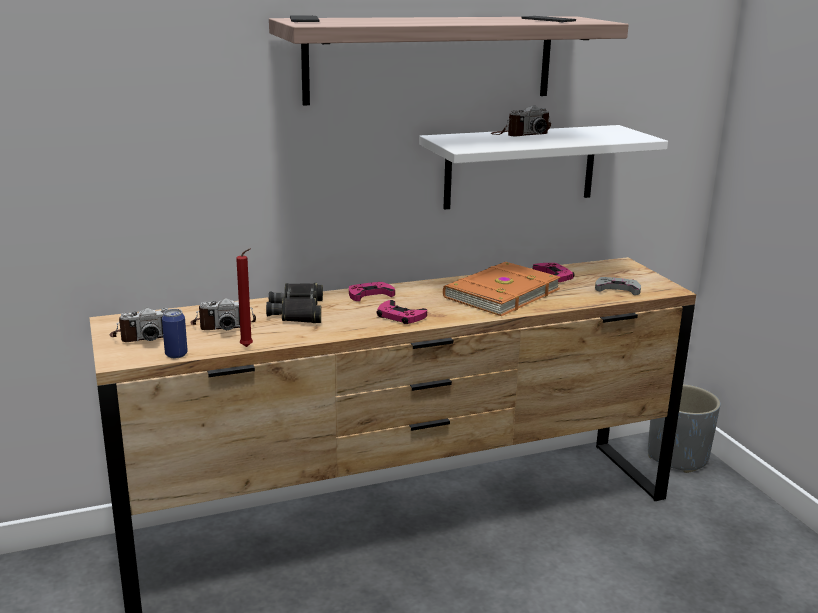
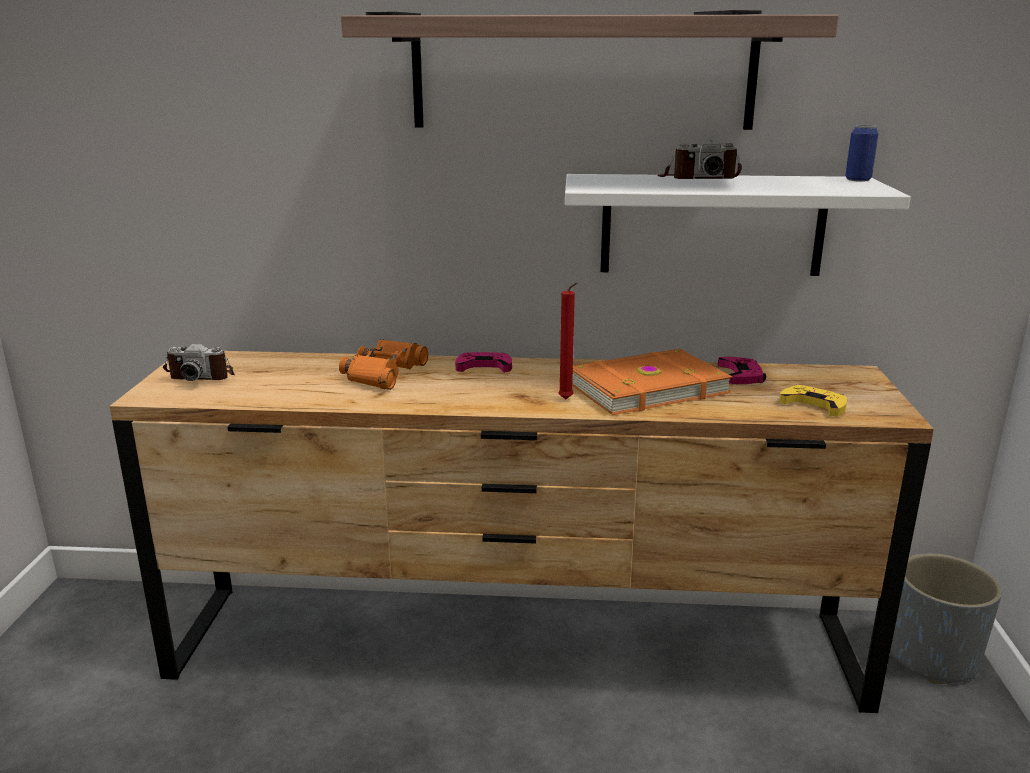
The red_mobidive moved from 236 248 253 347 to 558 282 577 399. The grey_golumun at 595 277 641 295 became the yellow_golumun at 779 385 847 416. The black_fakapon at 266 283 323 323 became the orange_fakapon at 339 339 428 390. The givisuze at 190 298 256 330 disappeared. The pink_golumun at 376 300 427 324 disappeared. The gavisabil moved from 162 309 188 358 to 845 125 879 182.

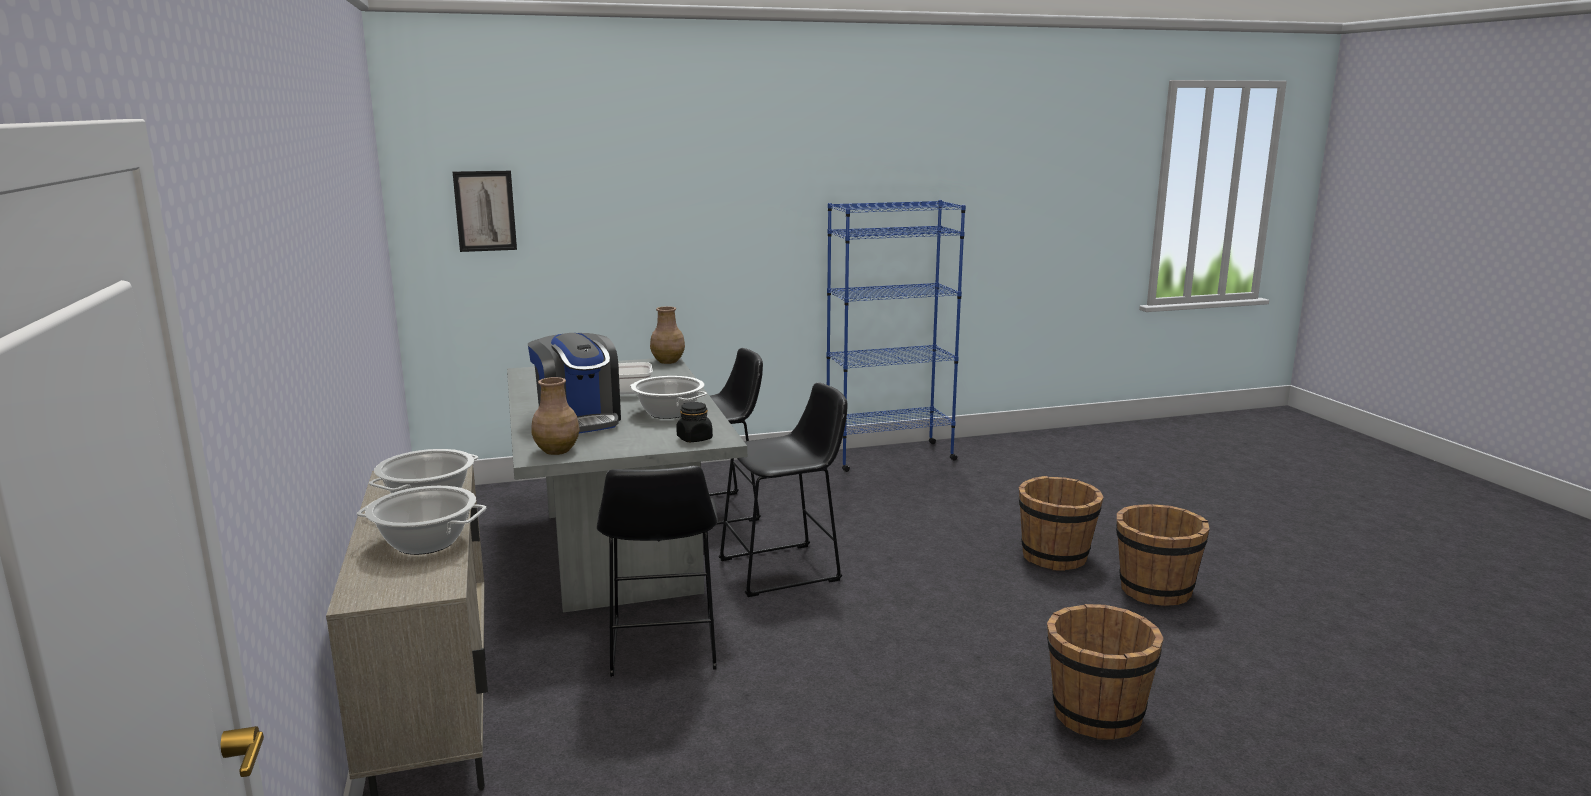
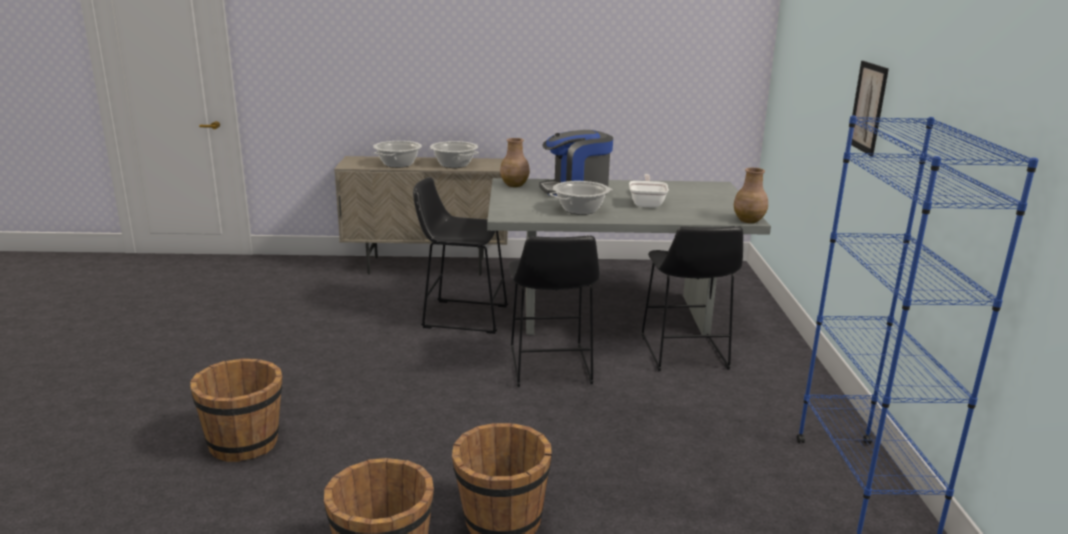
The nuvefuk moved from 453 171 517 252 to 851 61 889 156. The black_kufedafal at 676 402 713 442 disappeared.

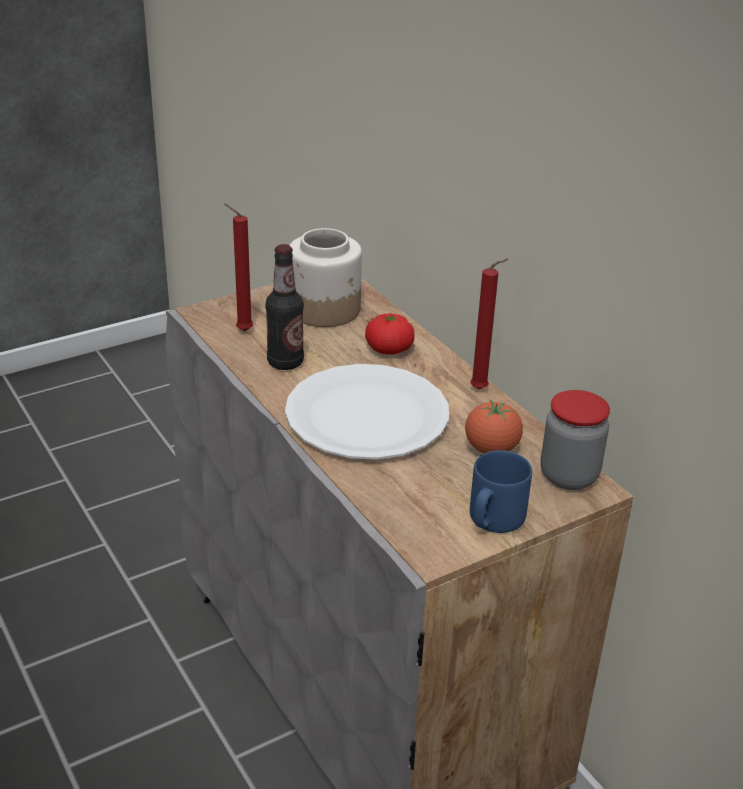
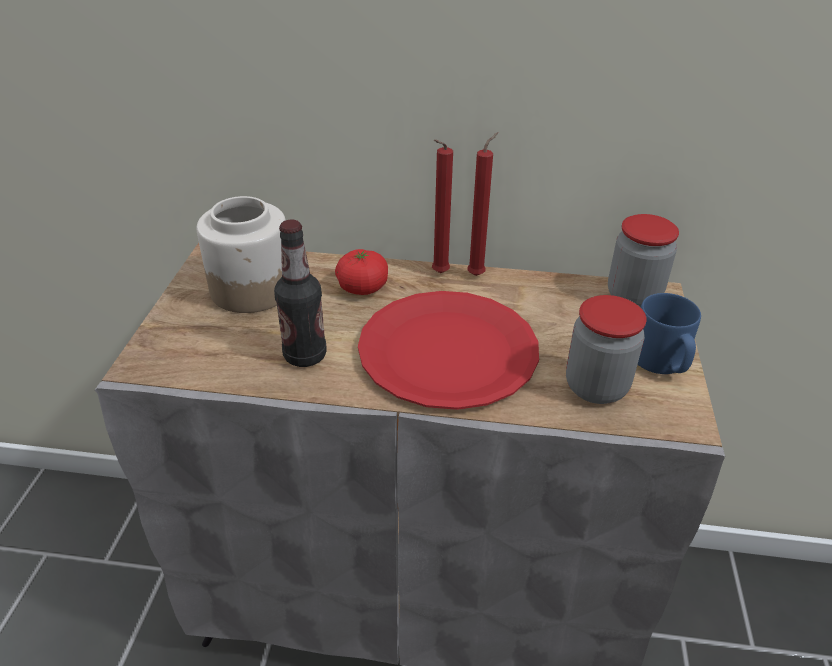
The red_mobidive moved from 224 204 253 331 to 432 139 453 273. The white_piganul at 285 364 449 459 became the red_piganul at 358 291 539 410. The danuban at 465 400 523 453 disappeared. The kufedafal at 566 295 647 404 appeared.

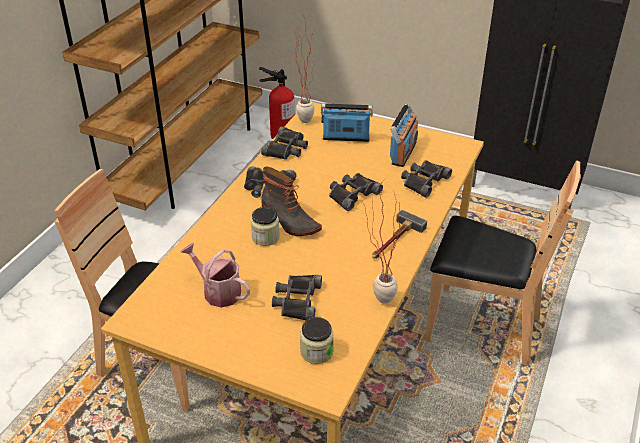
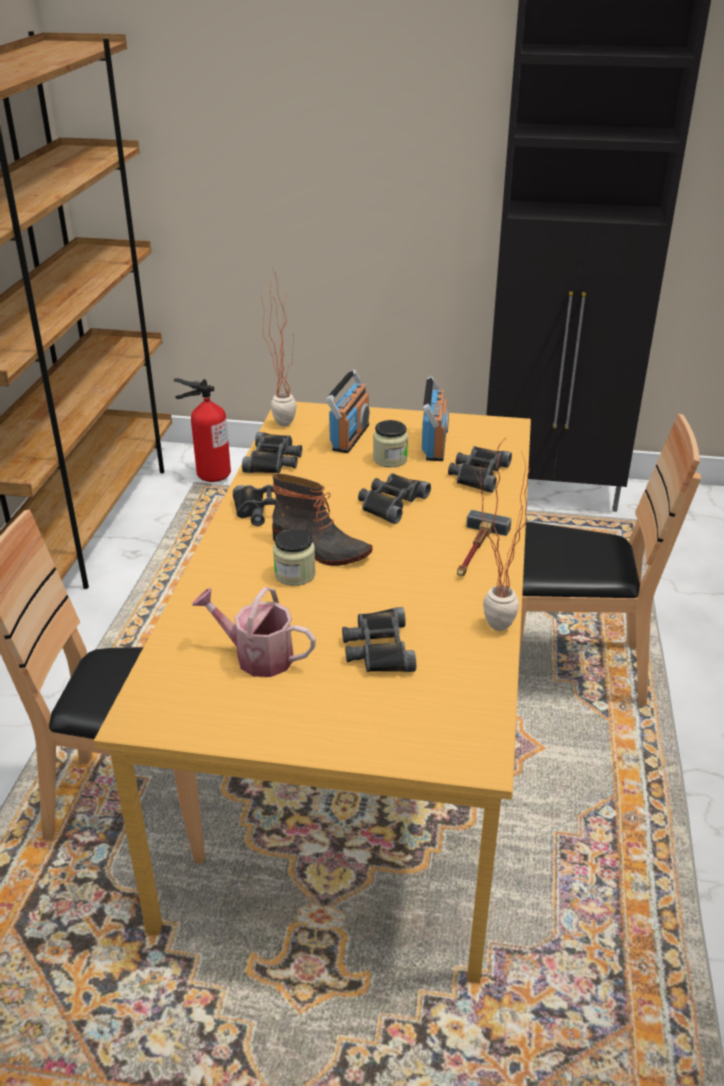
The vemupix at 321 103 373 142 turned 120 degrees clockwise. The kufedafal moved from 300 317 334 364 to 373 420 408 467.

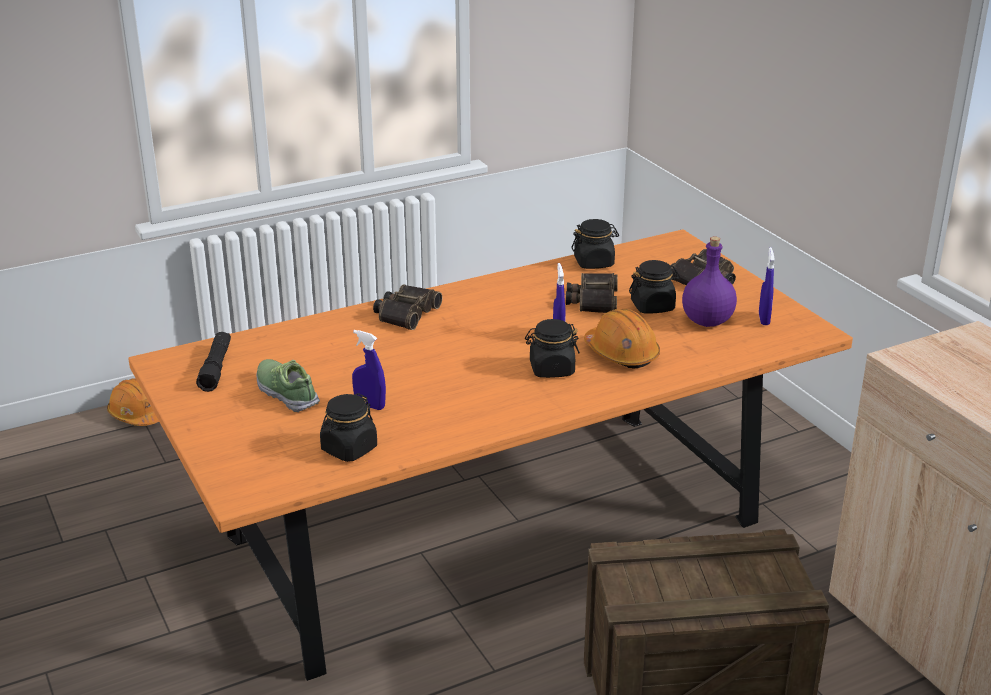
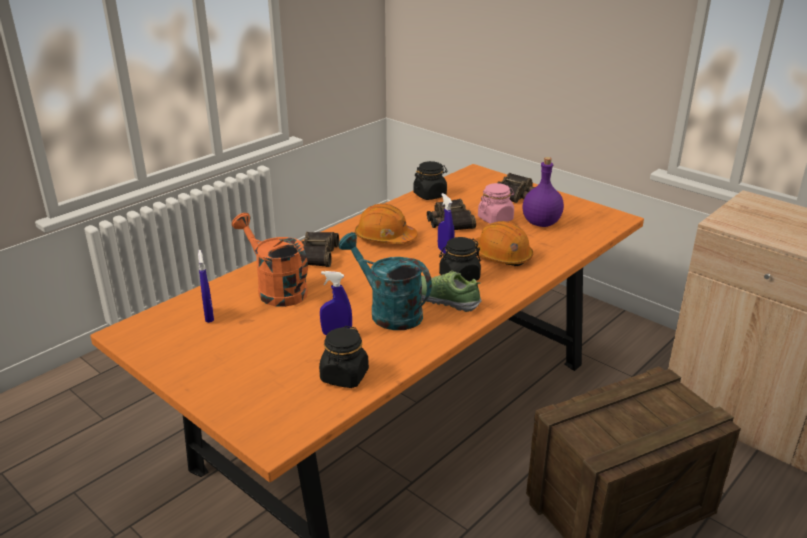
The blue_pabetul moved from 759 247 775 325 to 198 250 214 323. The black_kufedafal at 629 260 680 314 became the pink_kufedafal at 478 183 514 224. The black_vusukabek at 196 332 231 392 disappeared. The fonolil moved from 256 359 320 412 to 421 270 482 312. The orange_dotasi moved from 107 378 159 426 to 355 203 418 244. The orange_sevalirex at 232 213 308 307 appeared. The turquoise_sevalirex at 339 232 432 330 appeared.

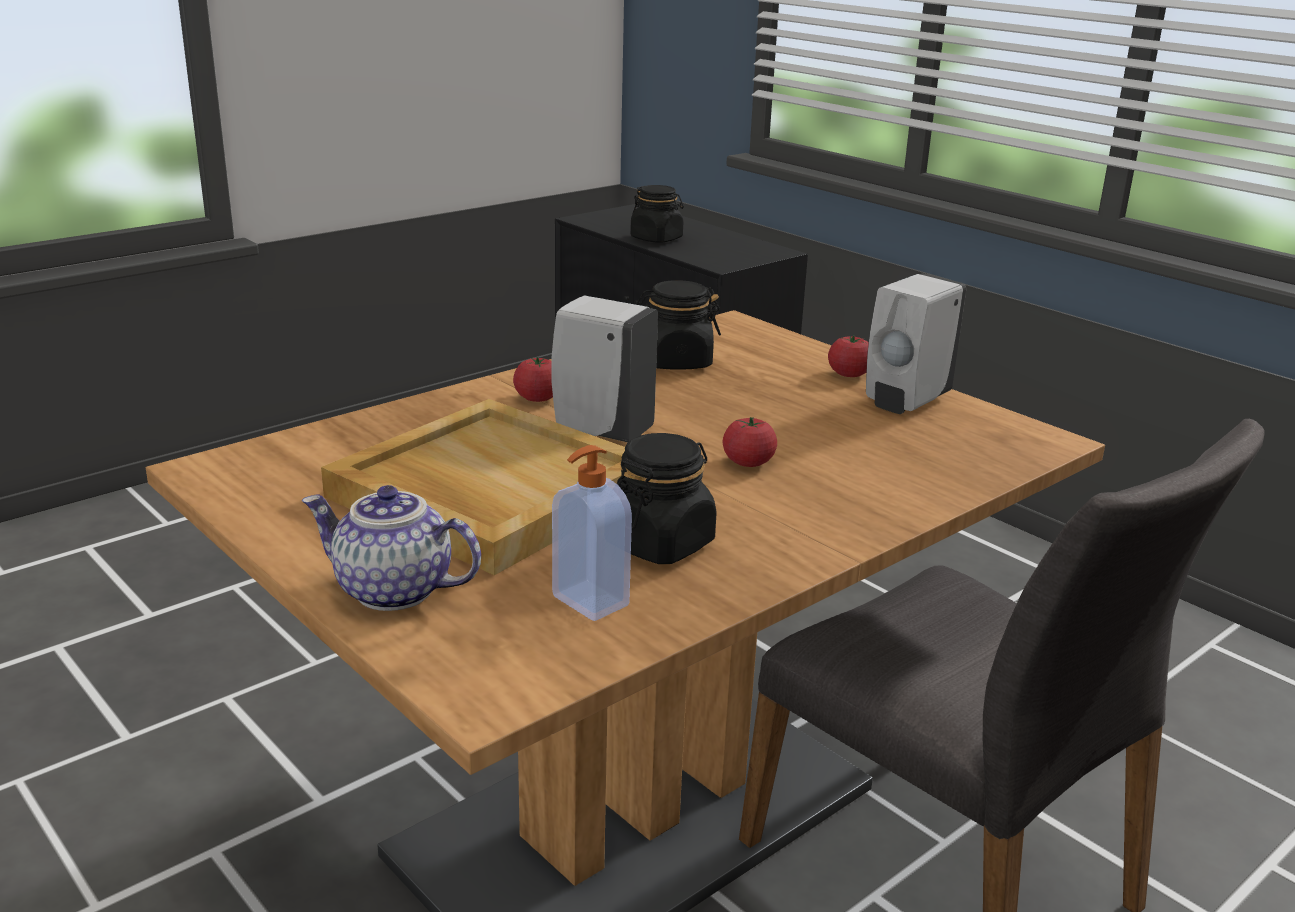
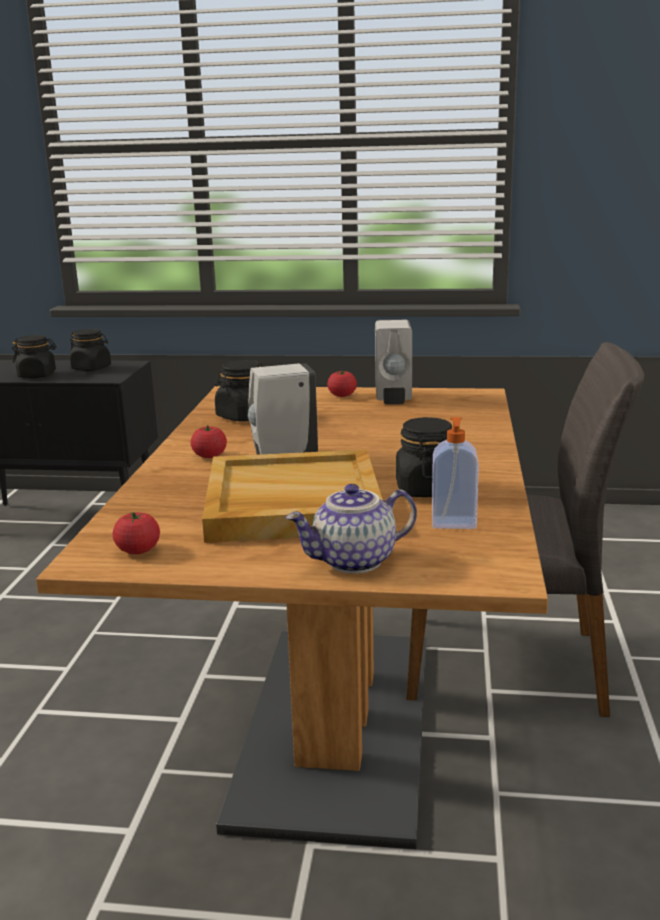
The danuban moved from 723 417 777 467 to 113 512 160 554. The black_kufedafal at 70 329 111 371 appeared.

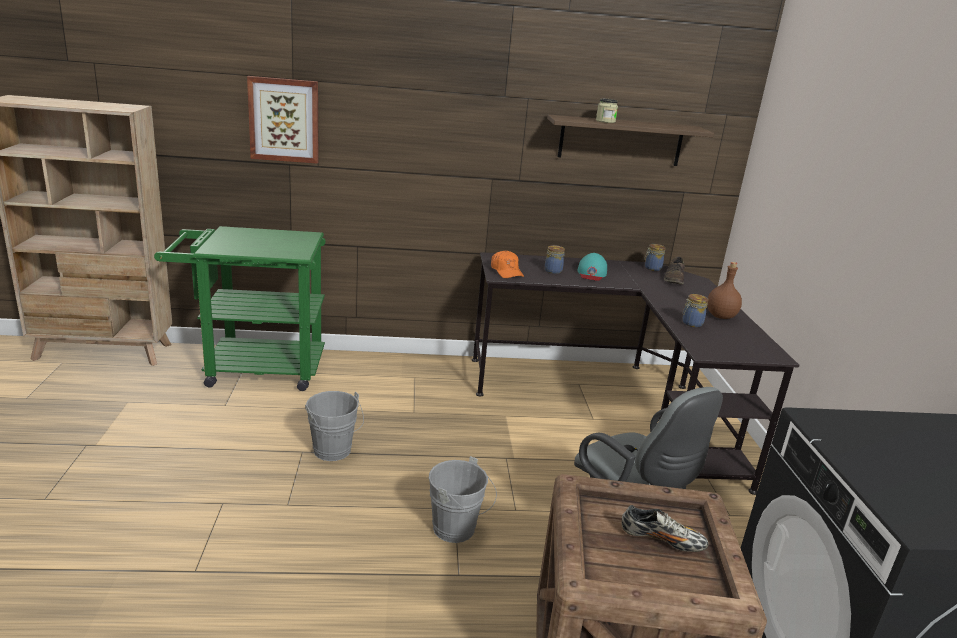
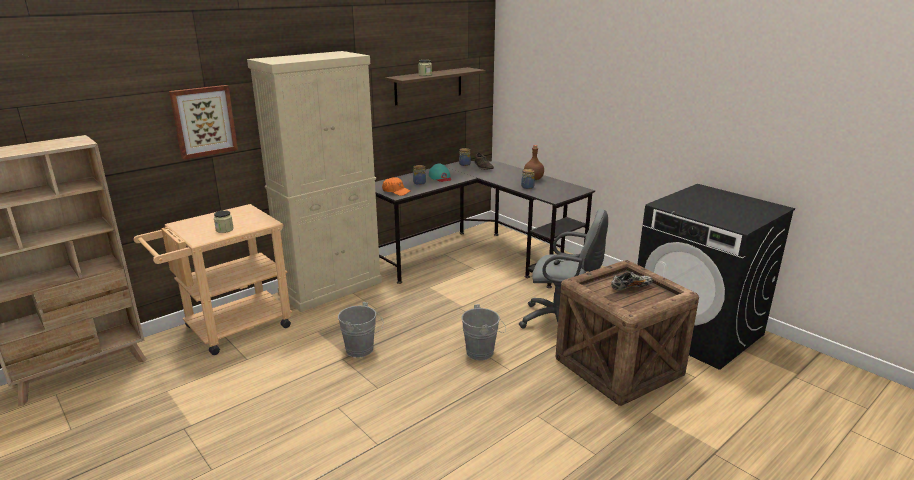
The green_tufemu at 154 226 326 391 became the beige_tufemu at 133 204 292 355. The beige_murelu at 247 51 382 312 appeared. The kufedafal at 214 210 234 233 appeared.

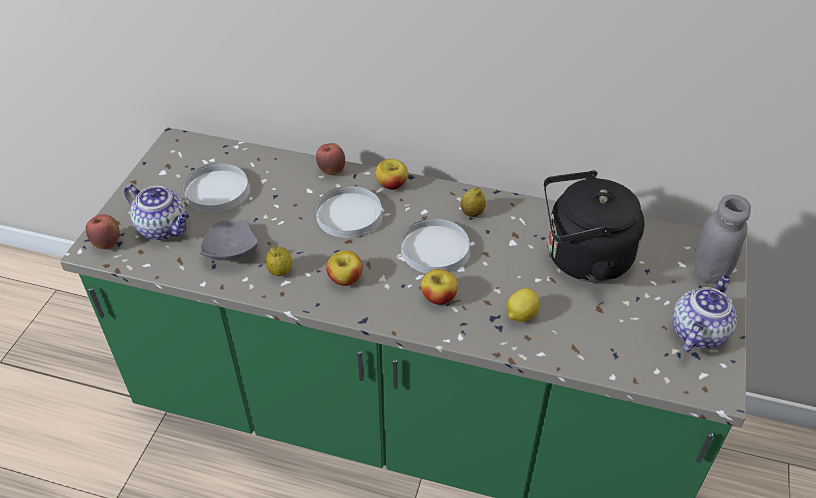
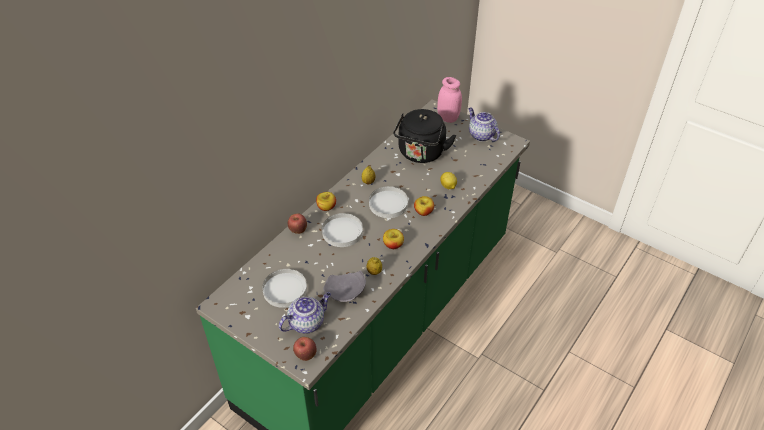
The grey_kufedafal at 694 194 751 284 became the pink_kufedafal at 437 77 462 123.

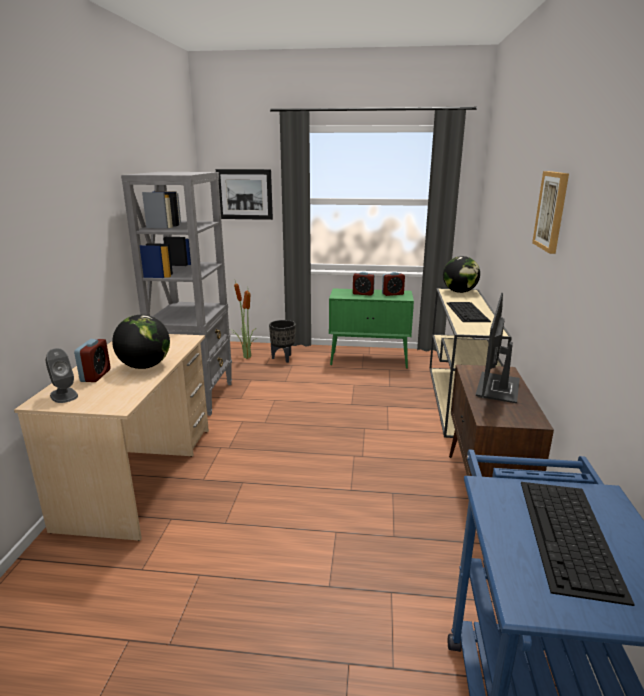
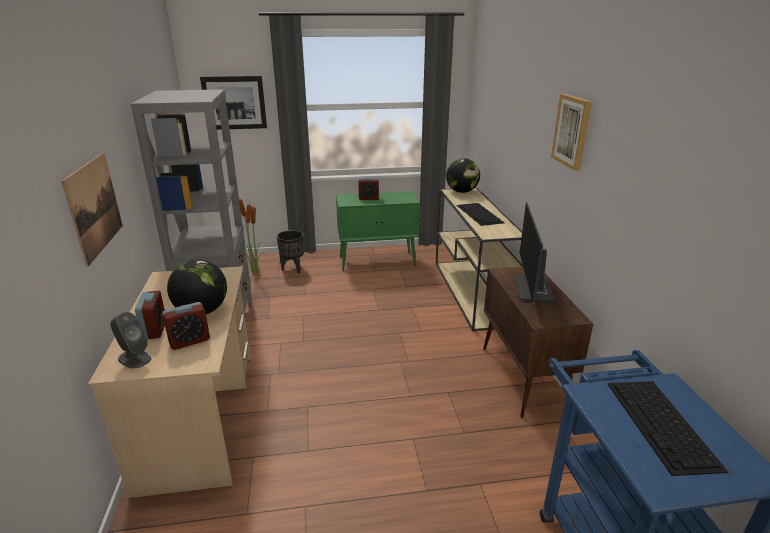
The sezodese moved from 382 272 405 296 to 162 302 210 350. The nuvefuk at 62 153 123 266 appeared.

